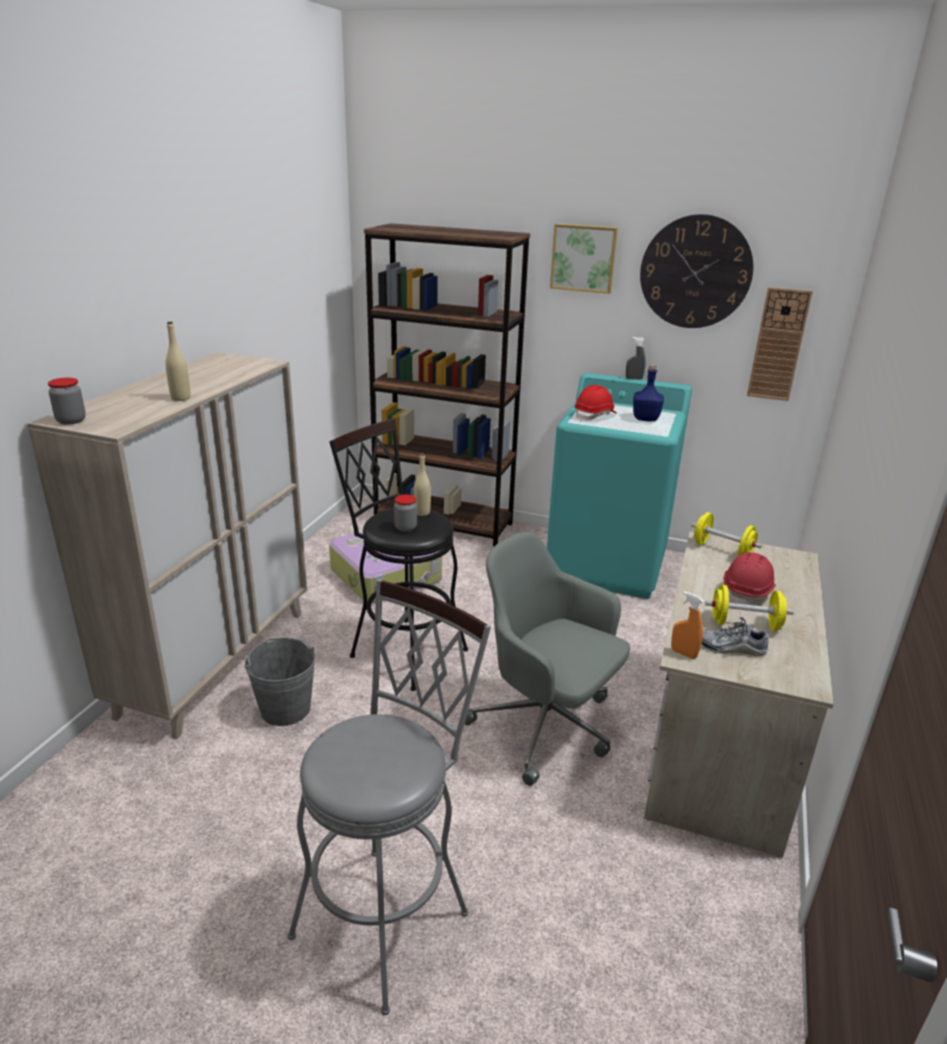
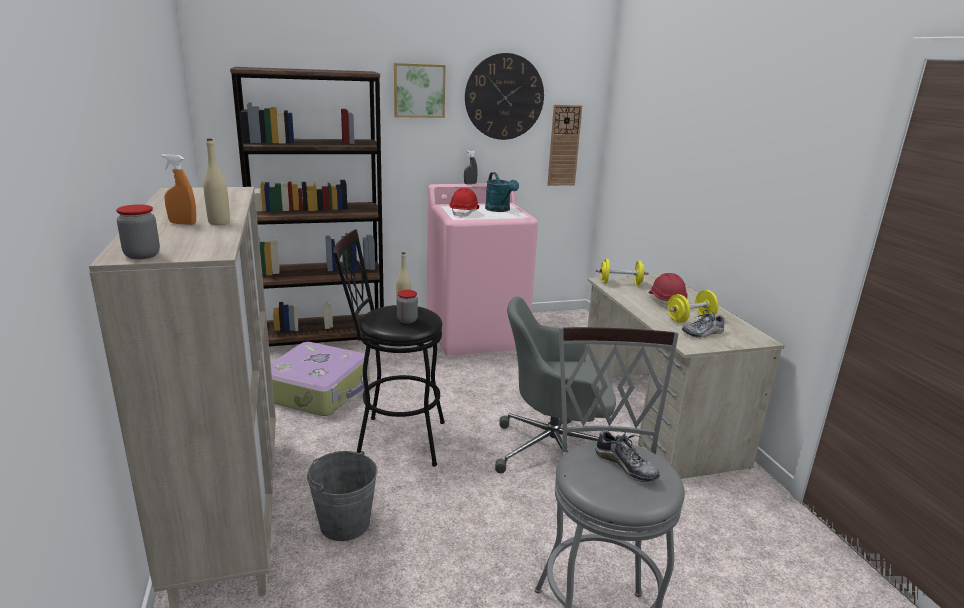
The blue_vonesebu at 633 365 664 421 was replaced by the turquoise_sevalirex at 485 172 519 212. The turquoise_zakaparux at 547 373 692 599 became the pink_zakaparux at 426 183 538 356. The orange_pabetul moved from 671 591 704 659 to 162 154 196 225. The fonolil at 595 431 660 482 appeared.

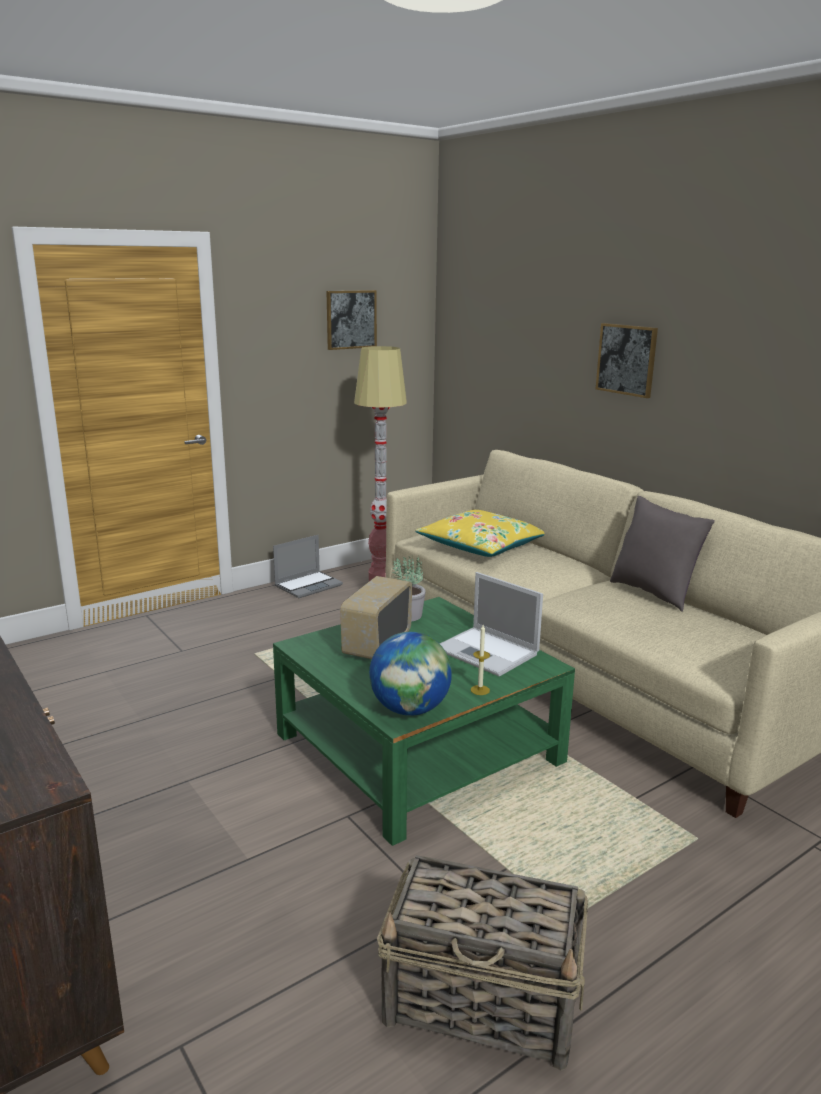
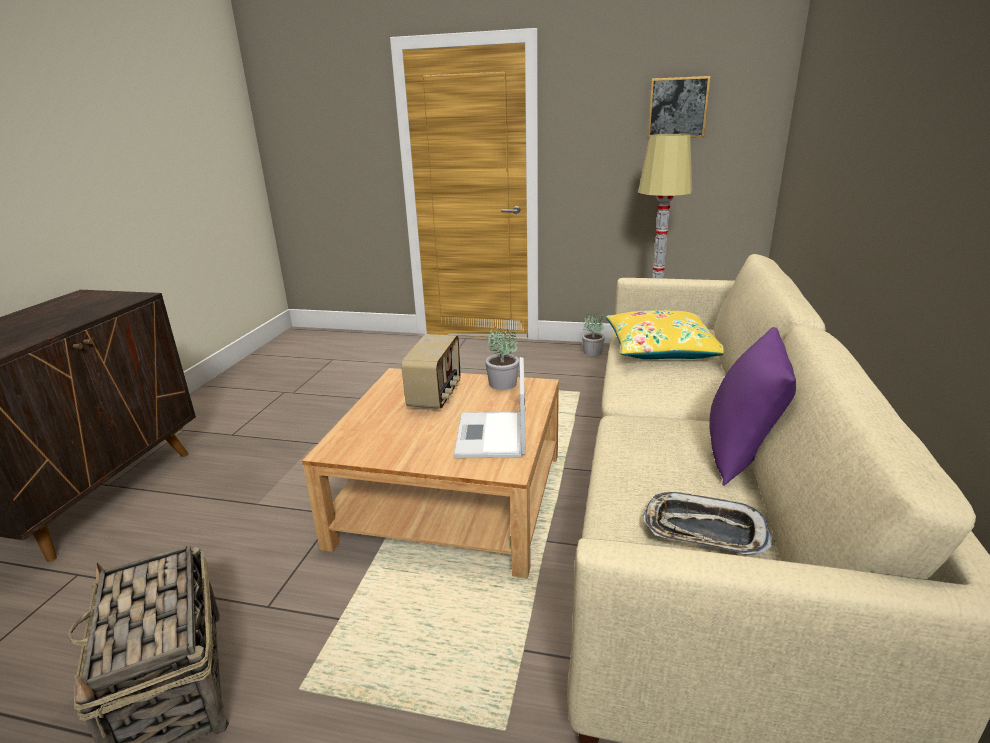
The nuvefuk at 596 323 658 398 disappeared. The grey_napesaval at 610 496 715 612 became the purple_napesaval at 709 327 796 486. The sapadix at 273 535 343 598 was replaced by the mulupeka at 582 314 605 356. The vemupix at 340 576 412 659 turned 120 degrees clockwise. The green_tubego at 273 597 575 846 became the beige_tubego at 302 368 559 578. The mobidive at 470 625 490 695 disappeared. The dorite at 369 632 452 716 disappeared. The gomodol at 643 492 772 554 appeared.

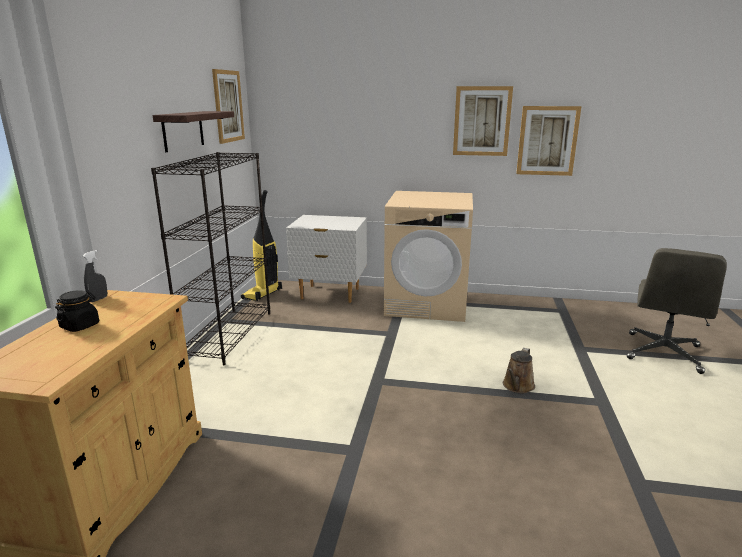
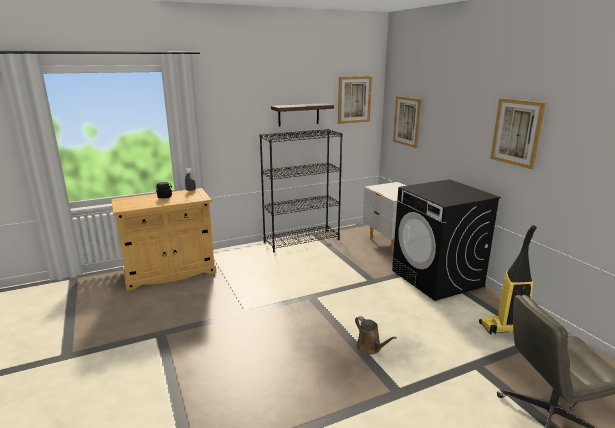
The nuvefuk moved from 516 106 582 176 to 393 96 422 148. The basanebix moved from 241 190 282 301 to 479 225 537 334. The beige_zakaparux at 384 191 473 322 became the black_zakaparux at 392 179 501 301. The brown_sevalirex at 503 348 535 393 turned 120 degrees counterclockwise.

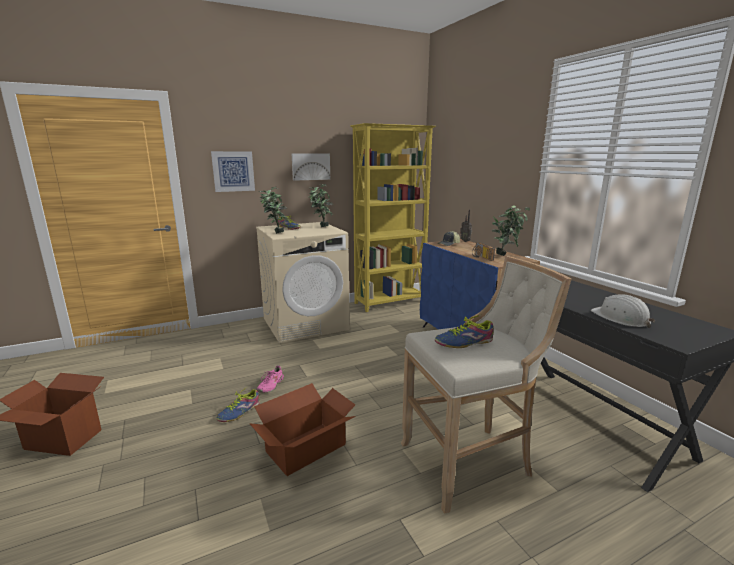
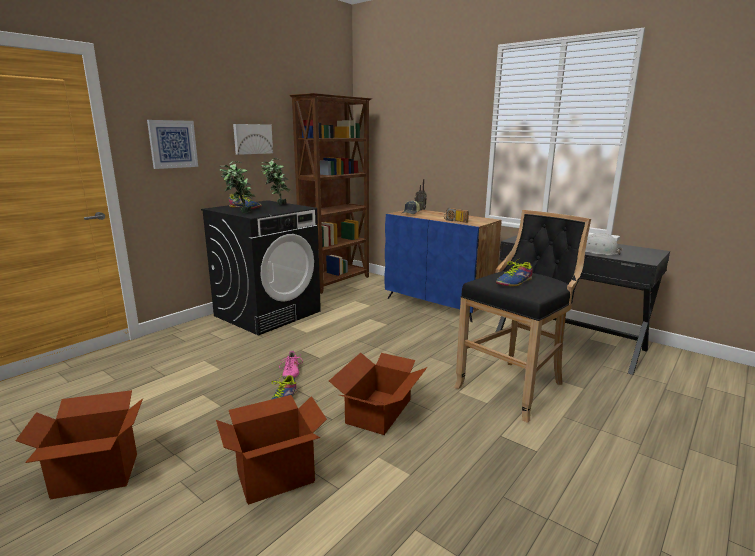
The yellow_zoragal at 350 123 436 312 became the brown_zoragal at 290 93 372 294. The mulupeka at 492 206 530 256 disappeared. The beige_zakaparux at 256 222 350 343 became the black_zakaparux at 201 200 321 335. The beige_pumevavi at 401 257 571 514 became the black_pumevavi at 454 210 591 423. The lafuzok at 216 395 327 505 appeared.

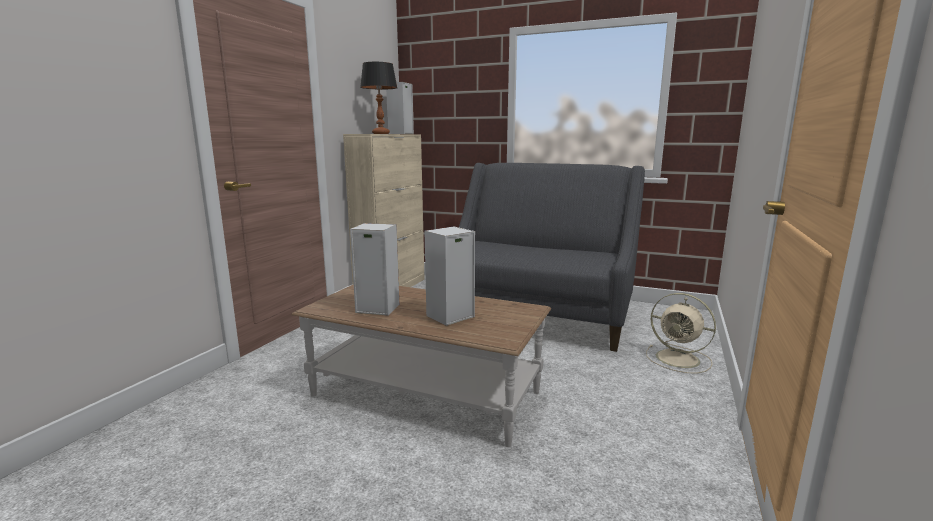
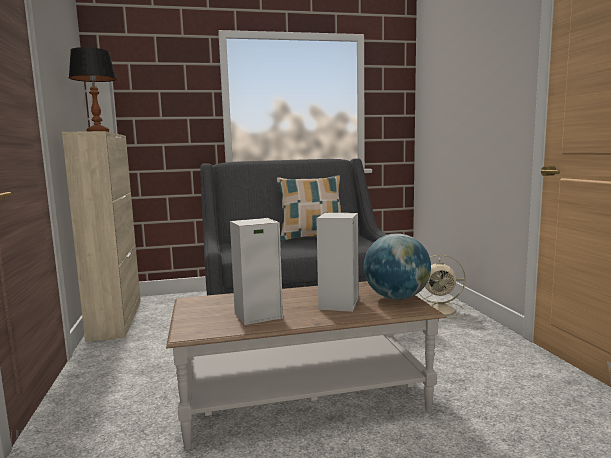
The napesaval at 277 176 341 241 appeared. The dorite at 364 233 431 300 appeared.

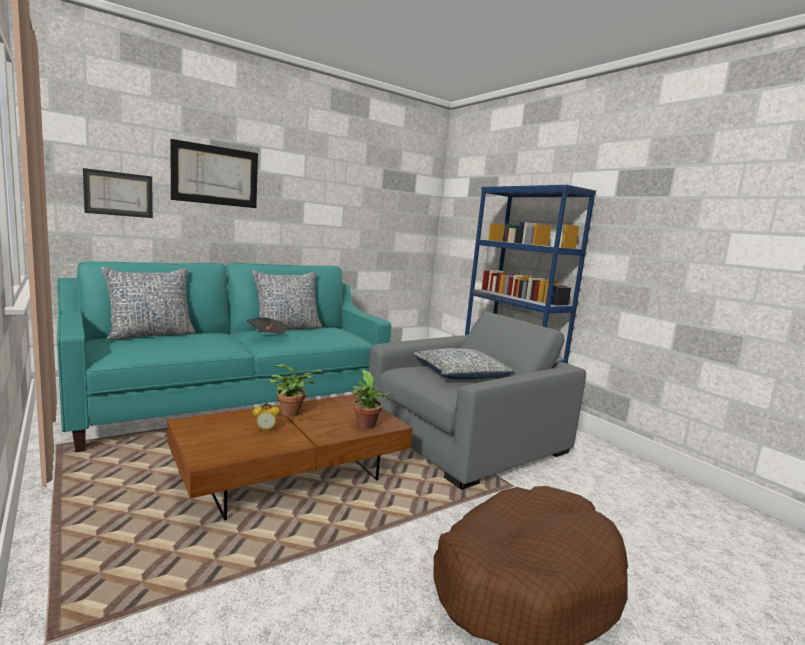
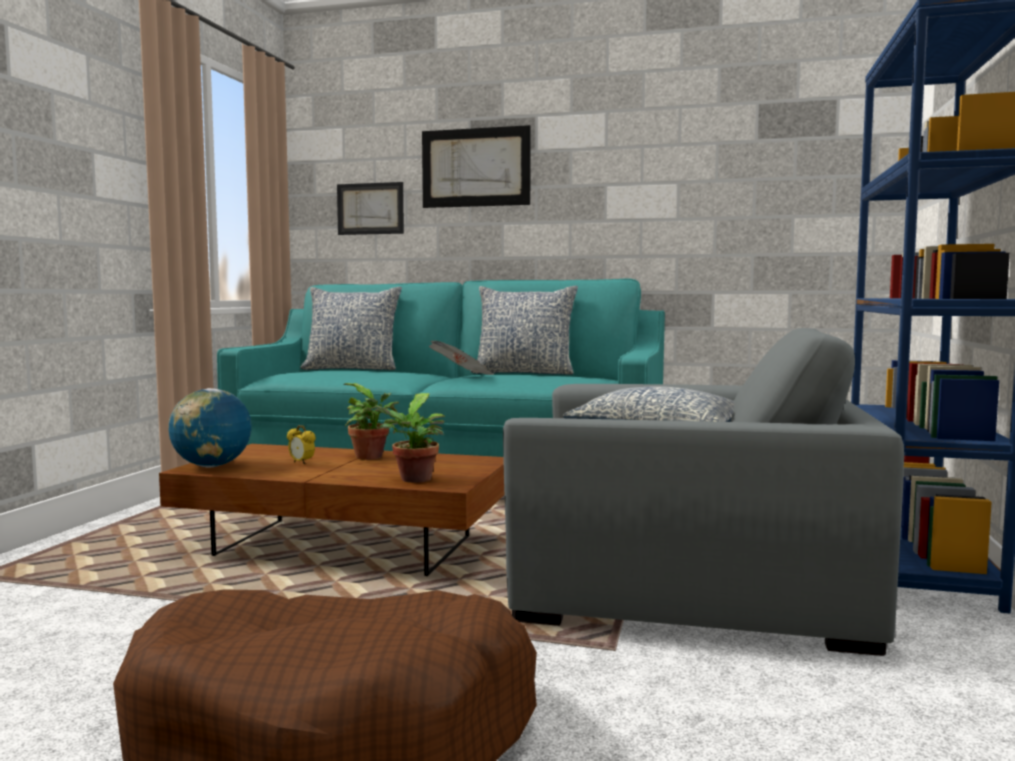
The dorite at 168 388 252 468 appeared.

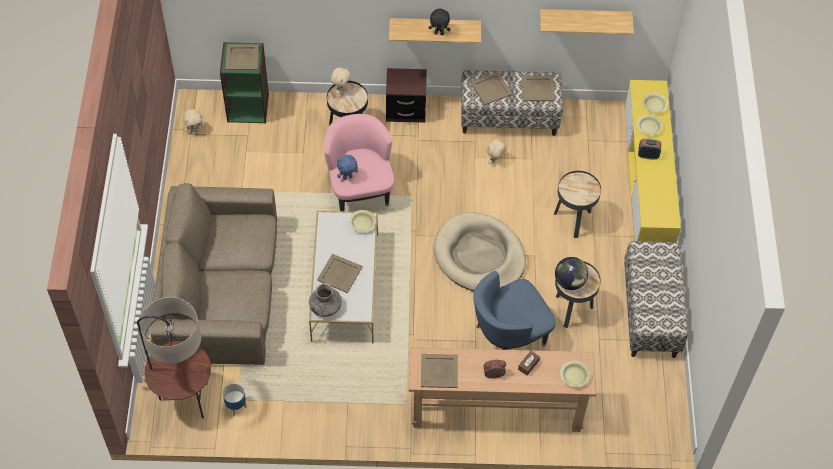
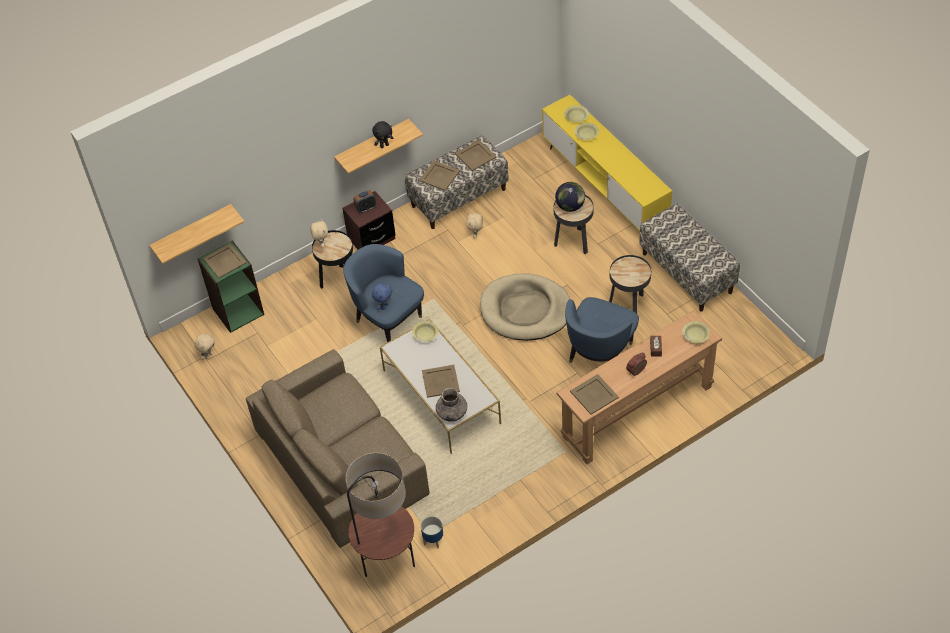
The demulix moved from 540 9 634 35 to 149 204 244 264. The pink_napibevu at 324 114 394 211 became the blue_napibevu at 343 244 424 342. The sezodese moved from 638 139 661 160 to 354 190 376 213. The dorite moved from 555 257 588 290 to 555 182 585 212.

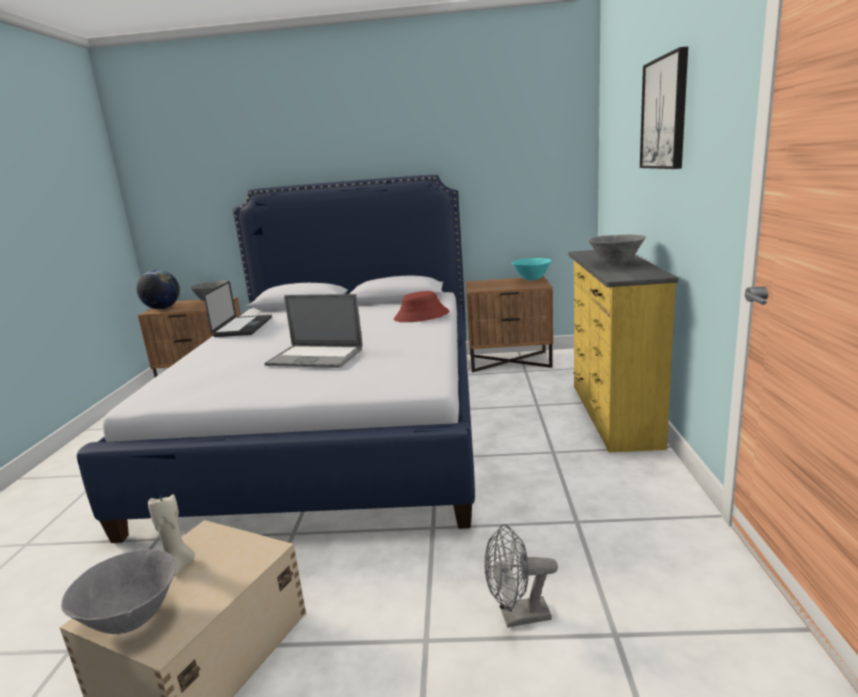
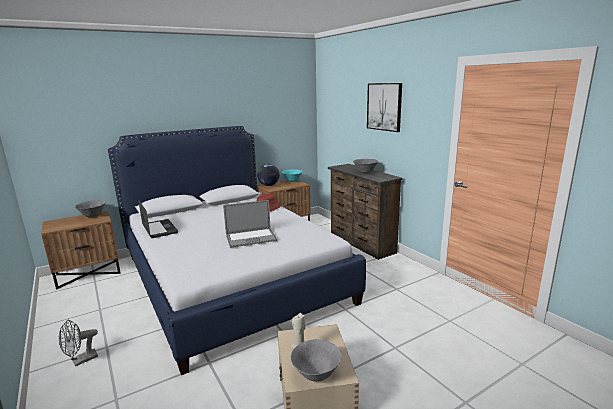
The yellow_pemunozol at 568 250 678 452 became the brown_pemunozol at 328 164 403 260. The dorite moved from 137 270 180 309 to 257 164 280 186. The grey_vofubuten moved from 484 524 558 628 to 59 320 98 366.

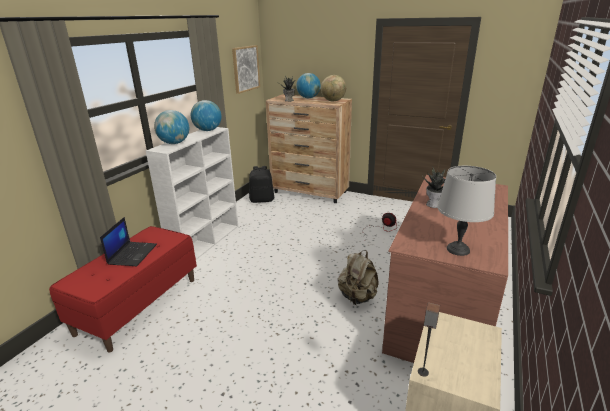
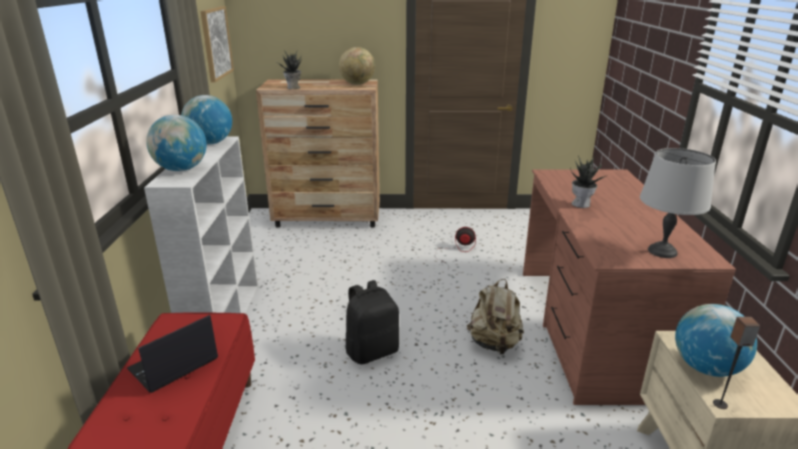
The dorite moved from 296 73 321 98 to 675 304 757 377. The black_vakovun moved from 249 166 274 203 to 346 280 399 364. The sapadix at 100 217 157 266 turned 120 degrees counterclockwise.

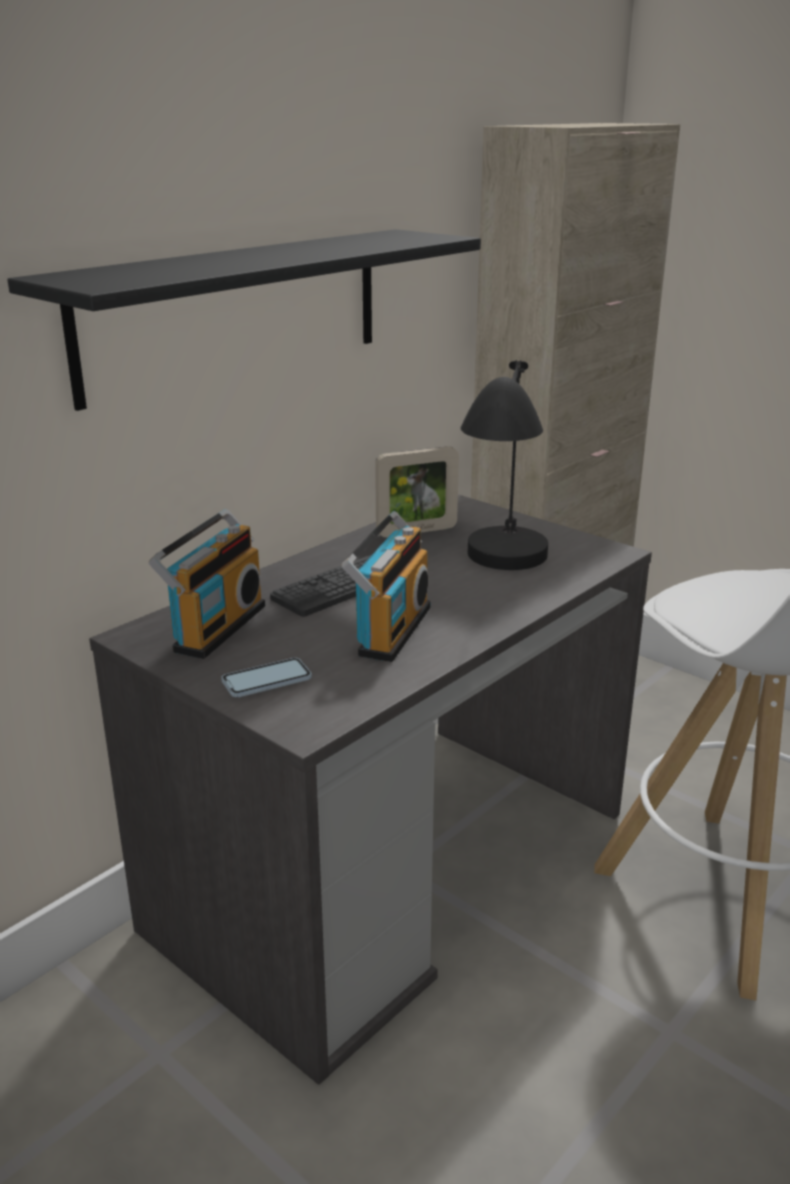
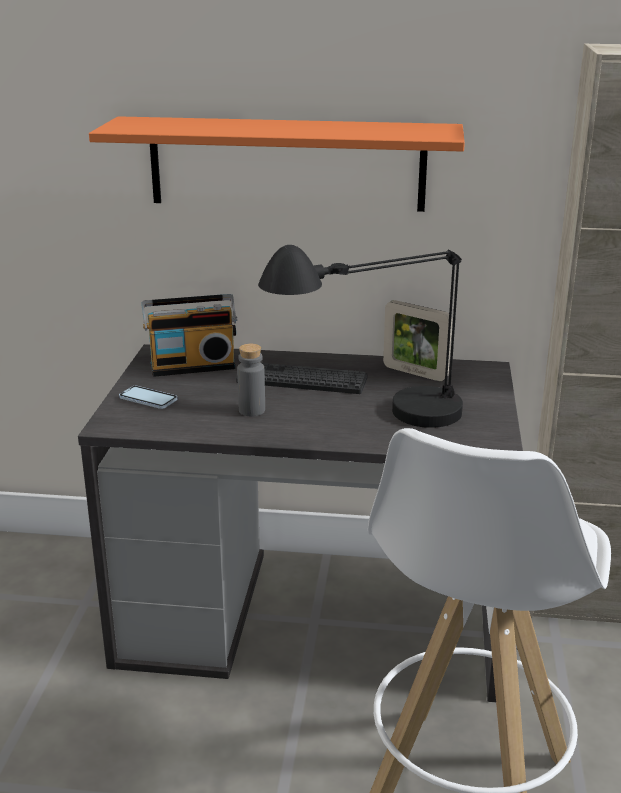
The black_demulix at 7 229 481 411 became the orange_demulix at 89 116 465 212. The vemupix at 342 511 430 662 was replaced by the grey_vonesebu at 237 344 265 416.

